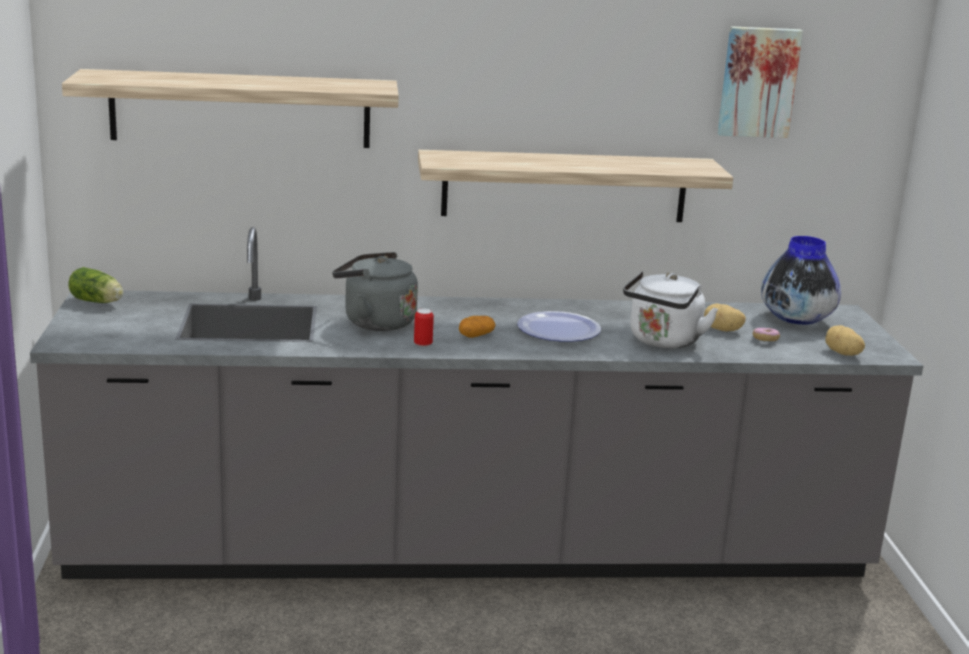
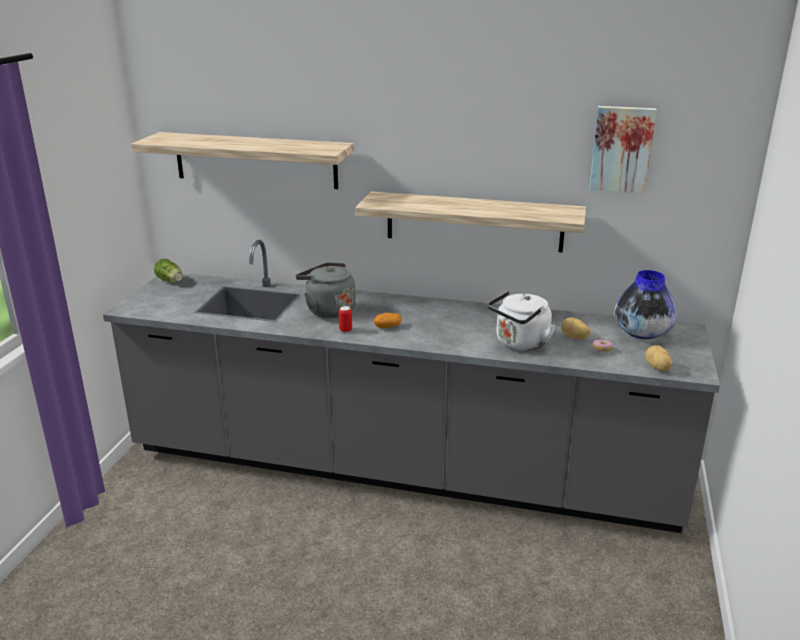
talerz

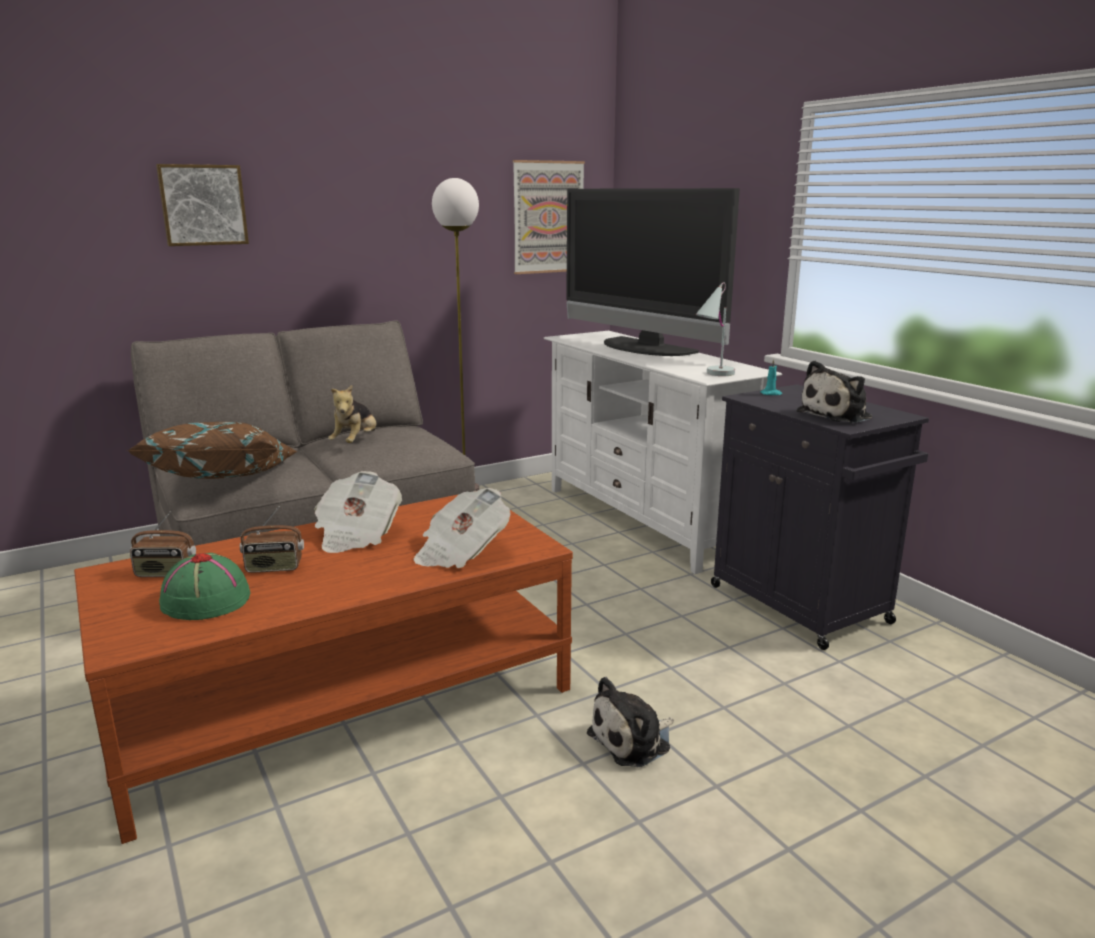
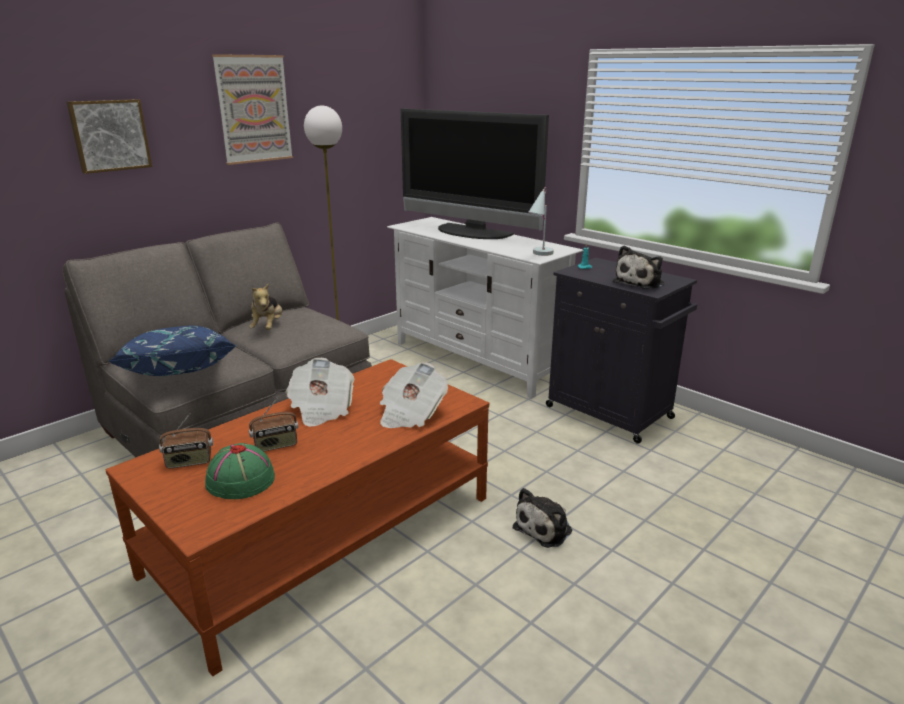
poduszka (niebieski); obraz (no. 2 from left)

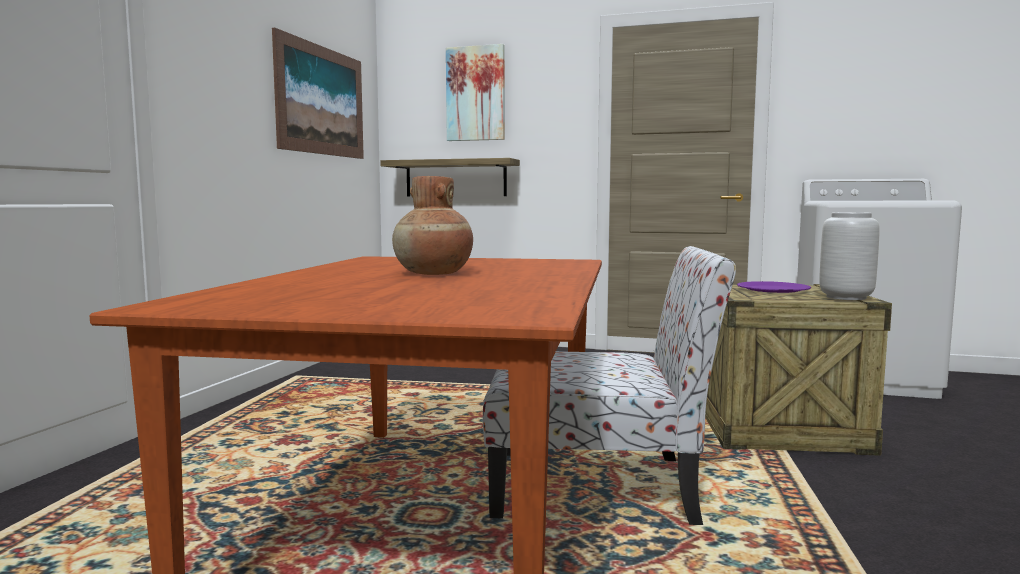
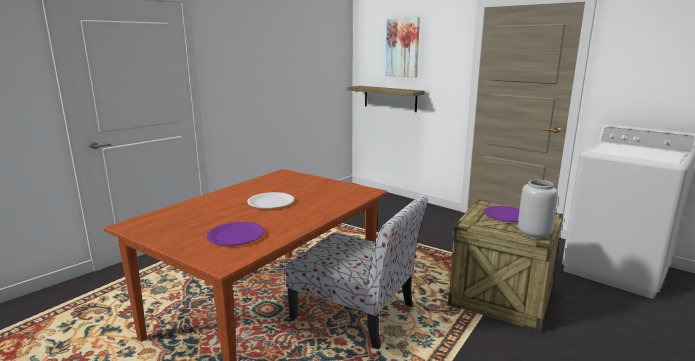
obraz (no. 1 from left in the first image); talerz (biały); talerz (fioletowy) (no. 1 from left)

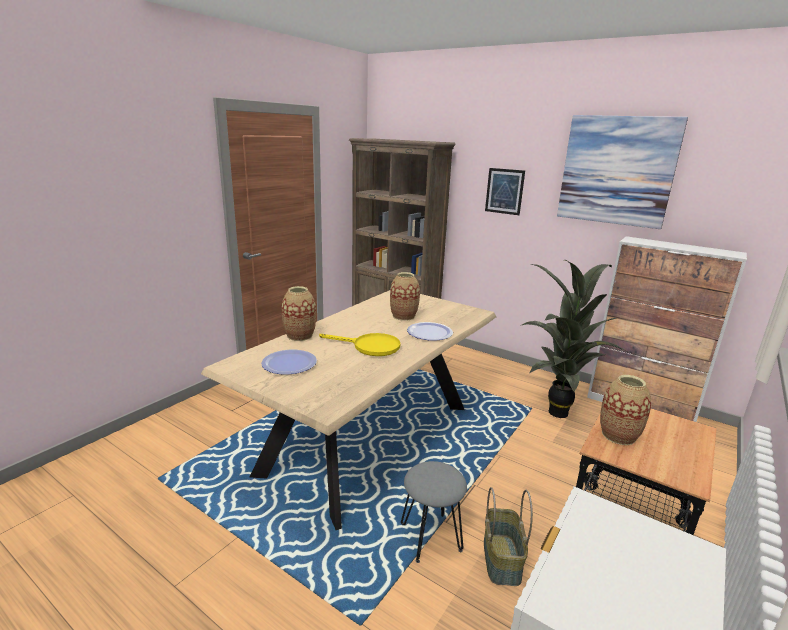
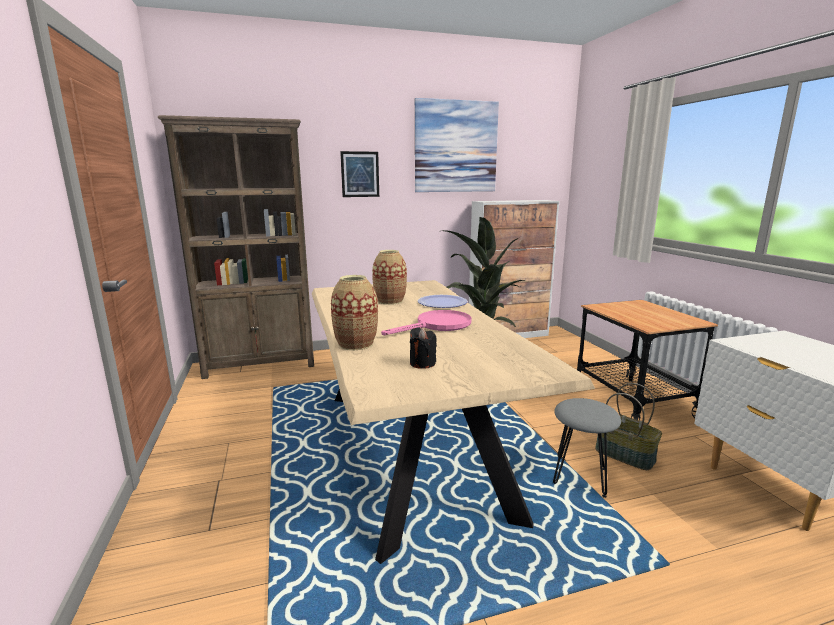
świeca (czarny); patelnia (różowy); wazon (no. 3 from left in the first image)

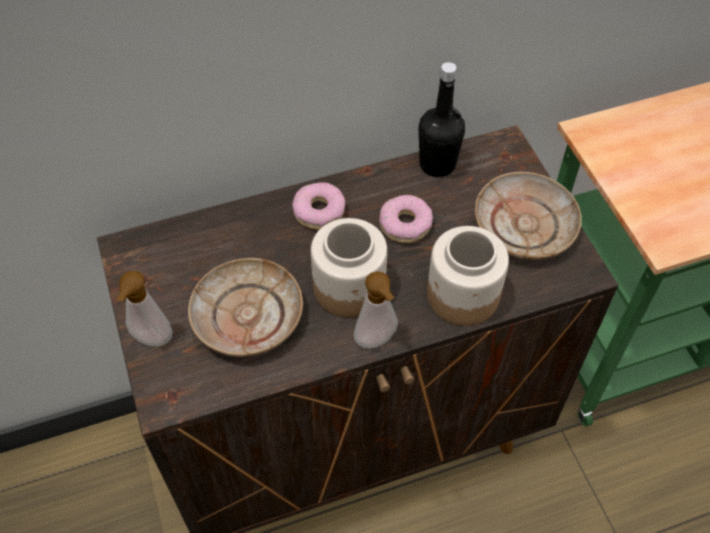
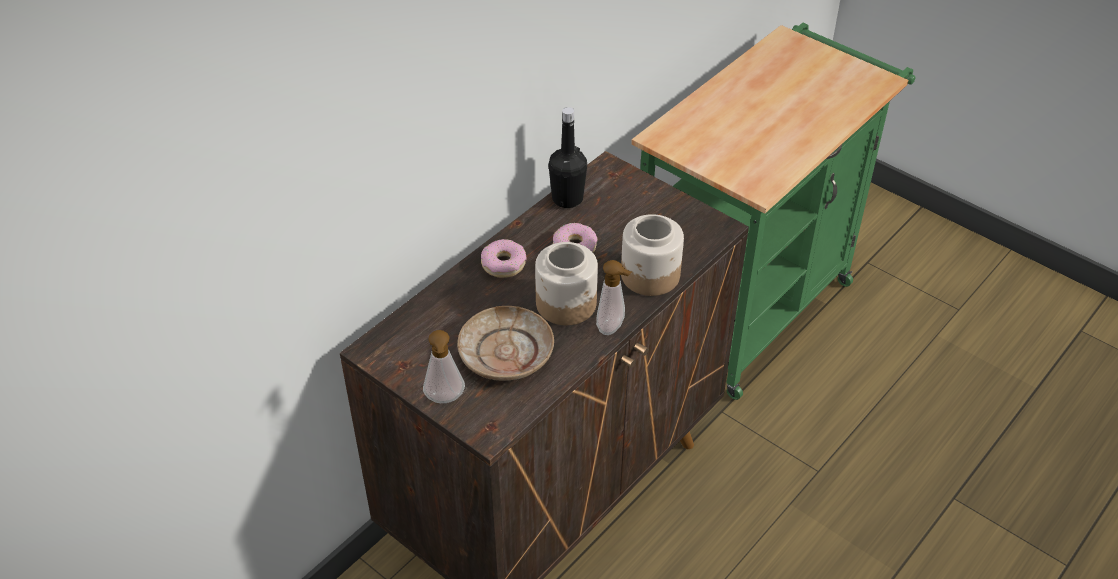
talerz (beżowy) (no. 2 from left in the first image)

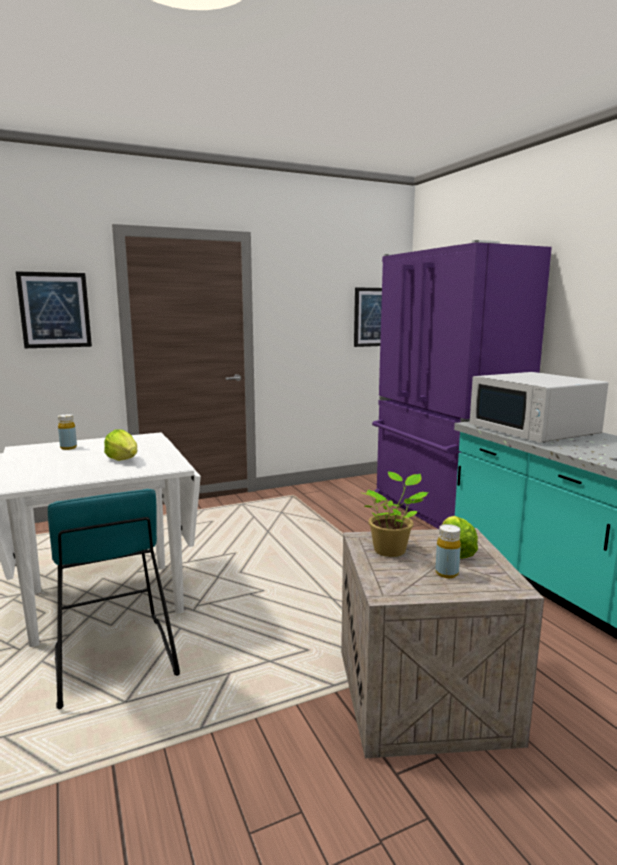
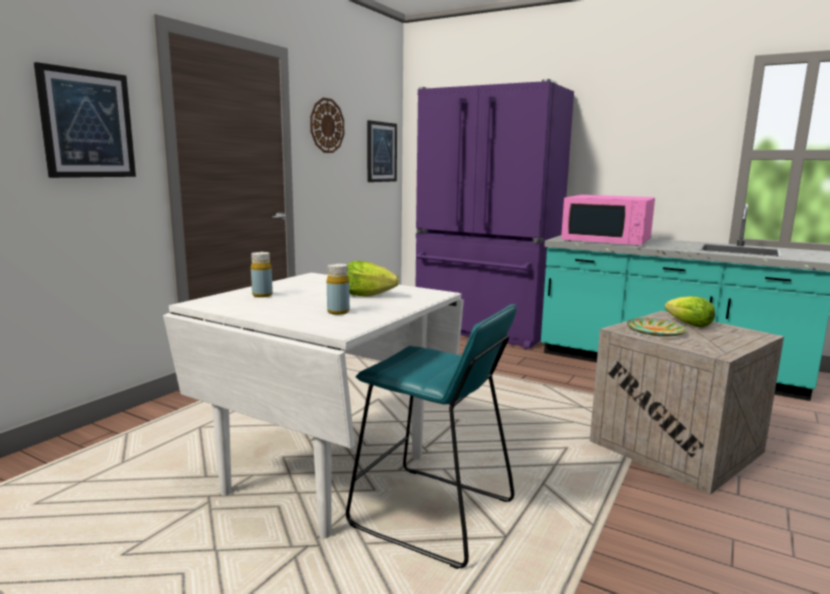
talerz; butelka (żółty) (no. 2 from left); mikrofalówka (różowy); zegar ścienny

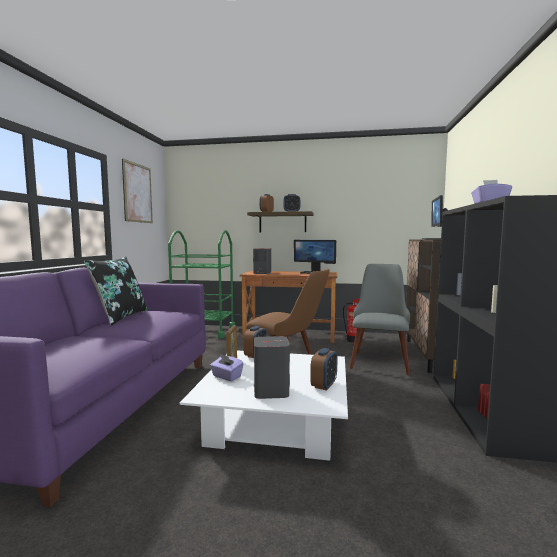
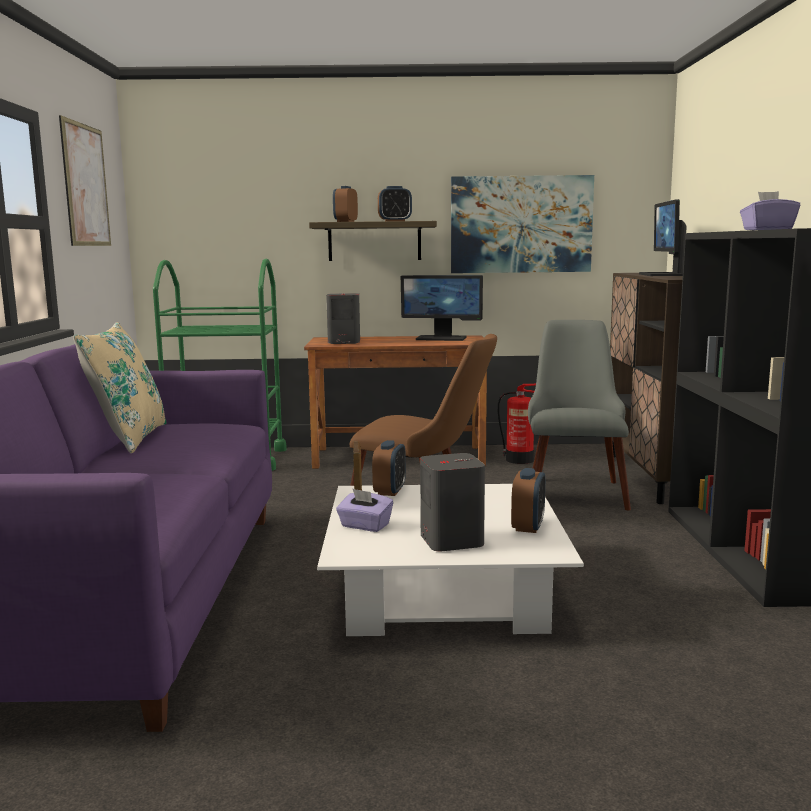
poduszka (beżowy); obraz (no. 2 from left)

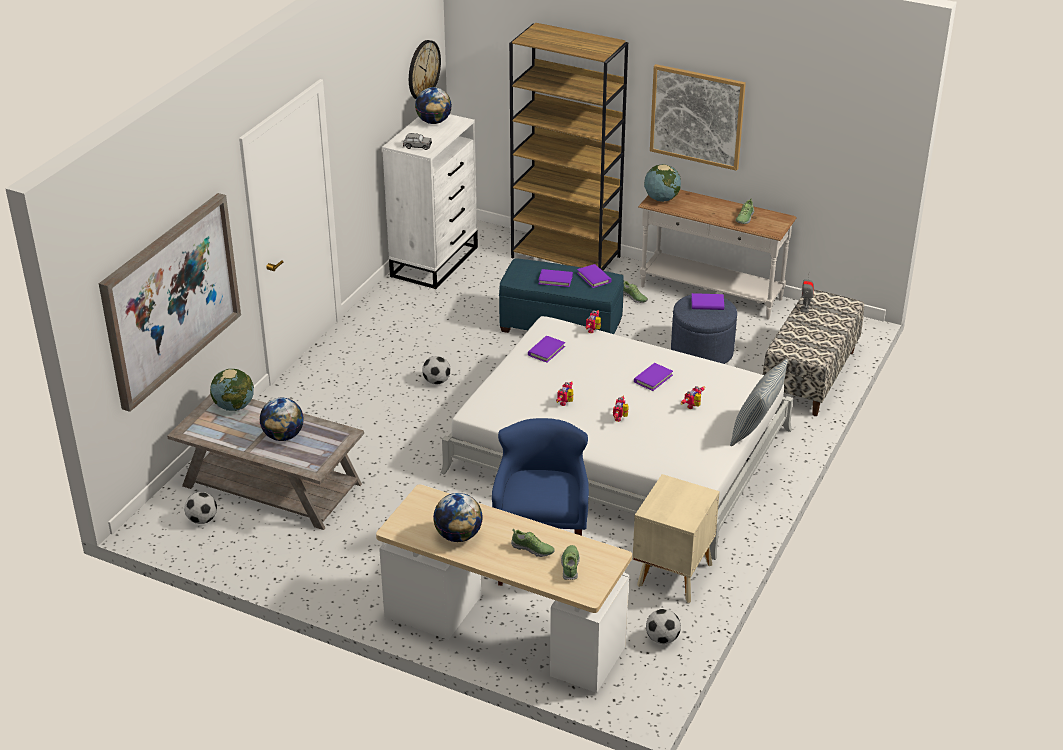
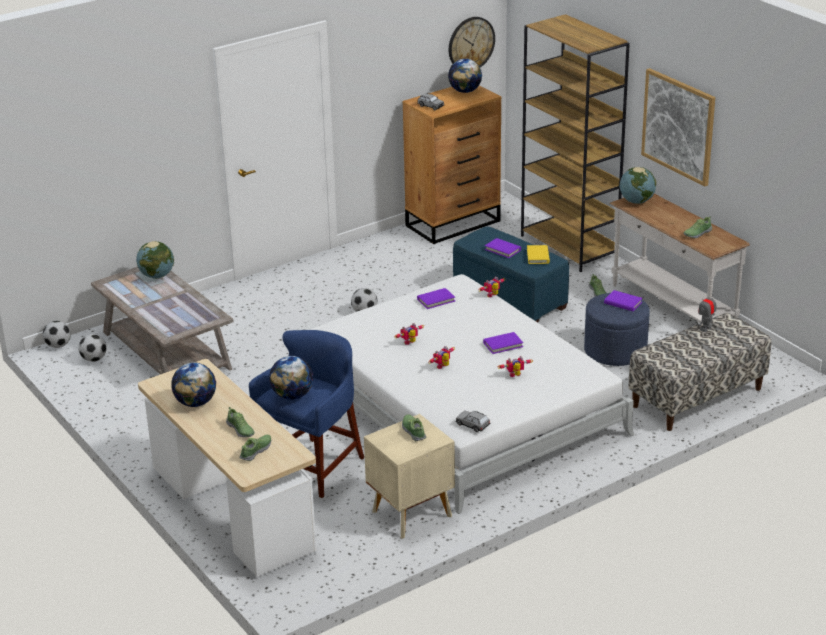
obraz (no. 1 from left in the first image); globus (no. 3 from left); komoda (brązowy); książka (żółty); piłka futbolowa (no. 1 from left); poduszka; but (no. 3 from left); samochodzik (szary) (no. 2 from left)

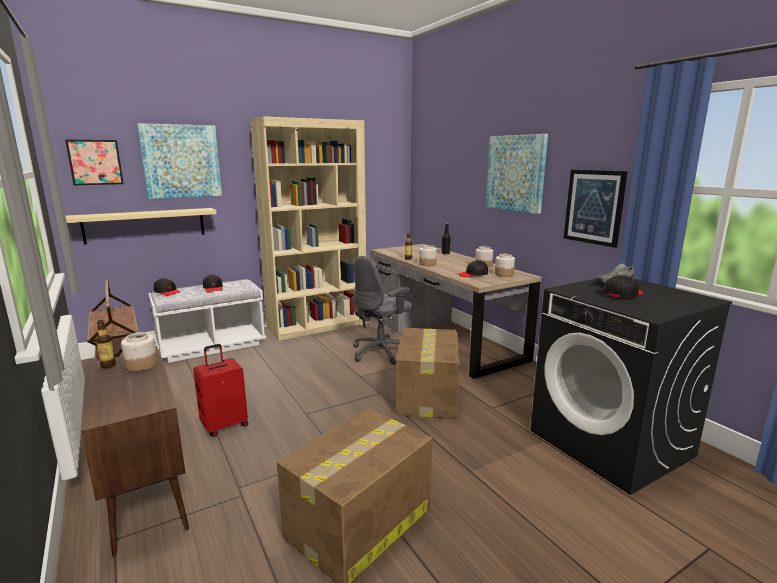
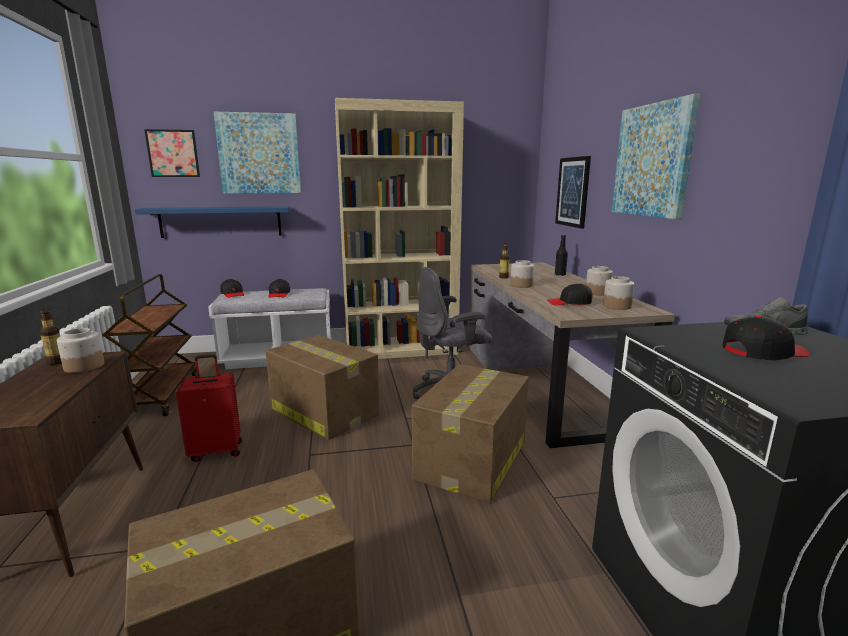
półka (niebieski); obraz (no. 3 from left); karton (no. 2 from left)

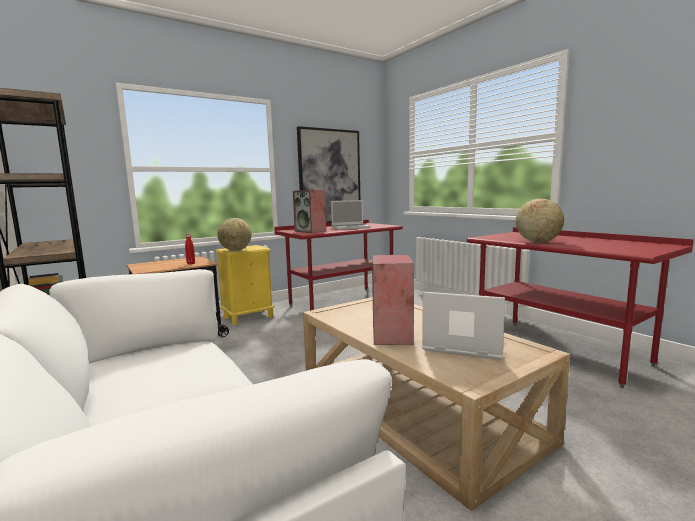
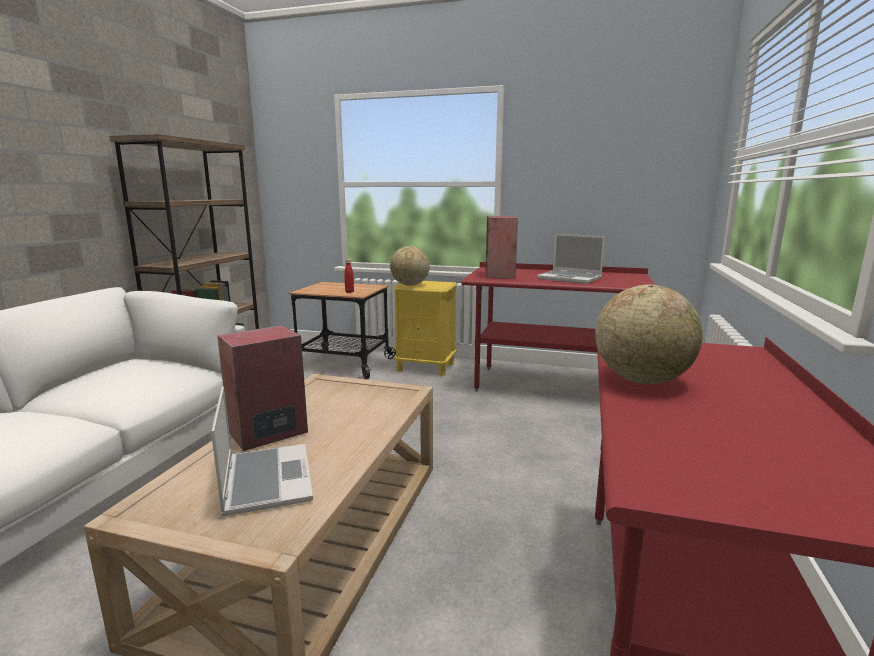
obraz

